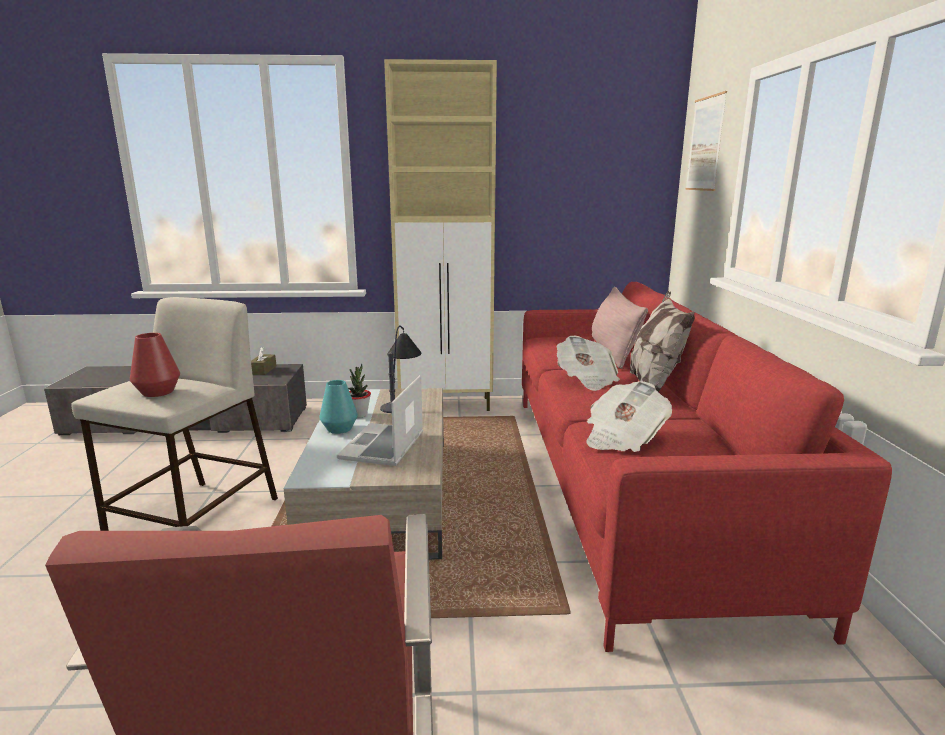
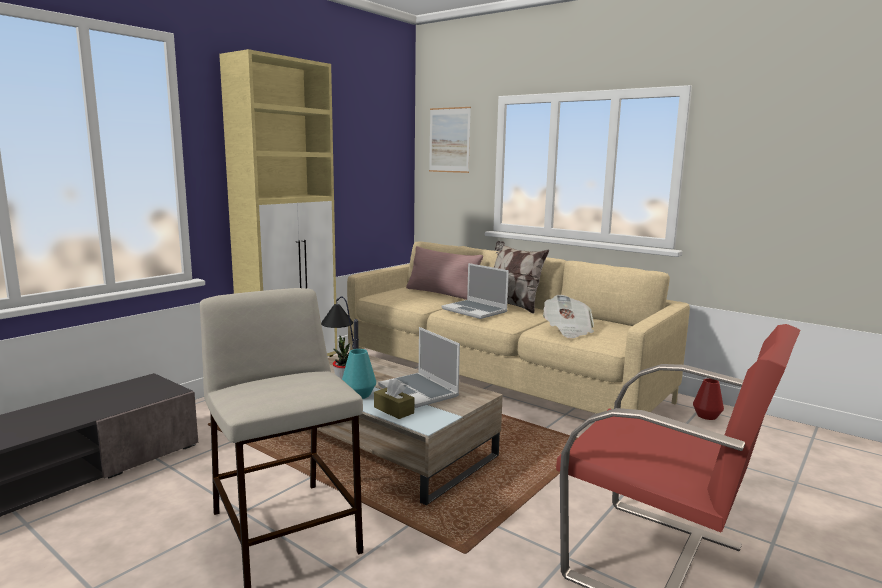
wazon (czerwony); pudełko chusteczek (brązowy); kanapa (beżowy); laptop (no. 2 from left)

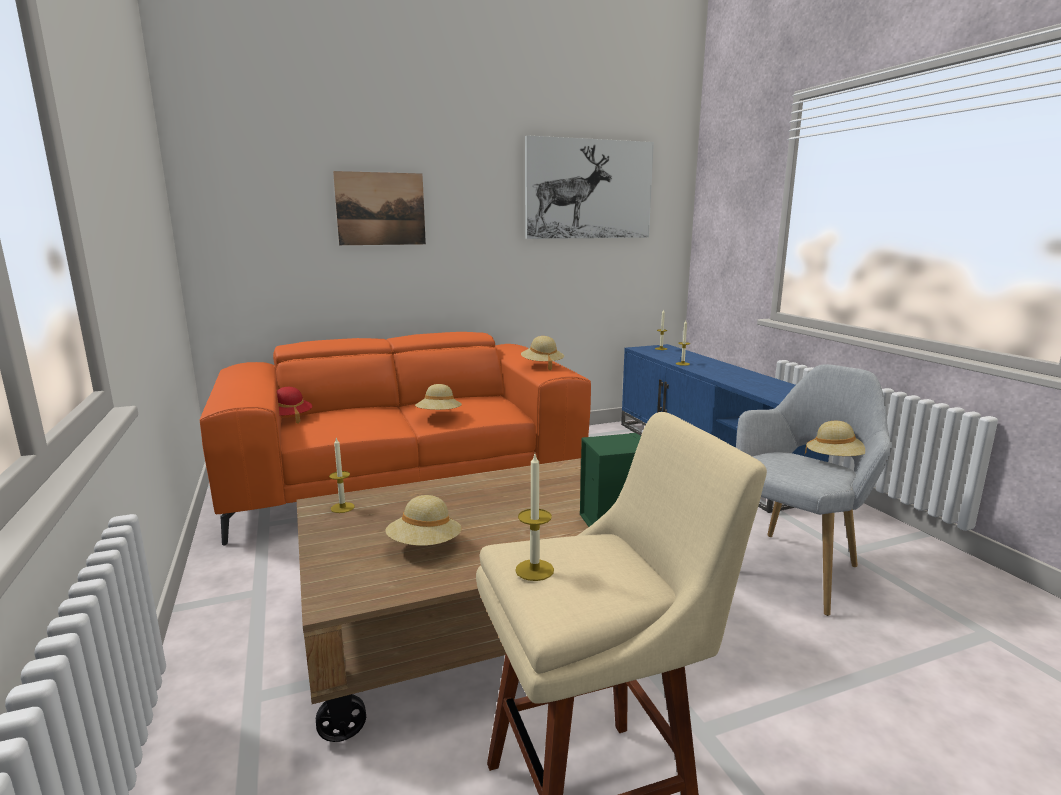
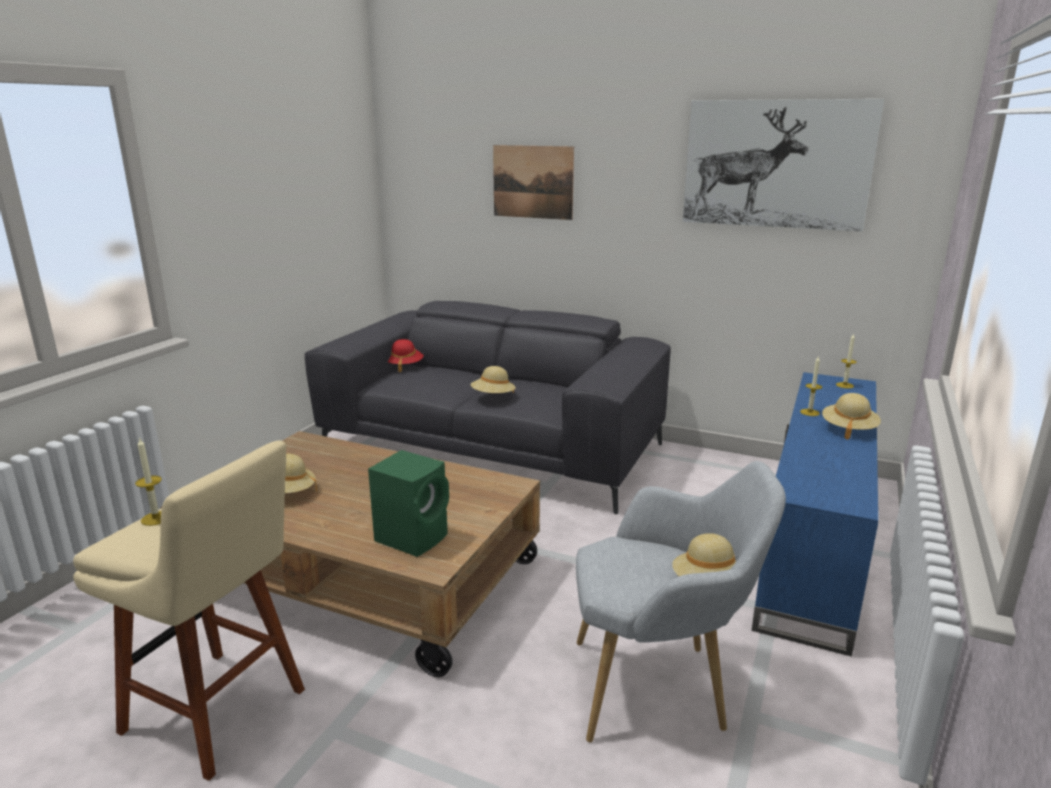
kanapa (szary); świeca (no. 1 from left in the first image); kapelusz (beżowy) (no. 4 from left)

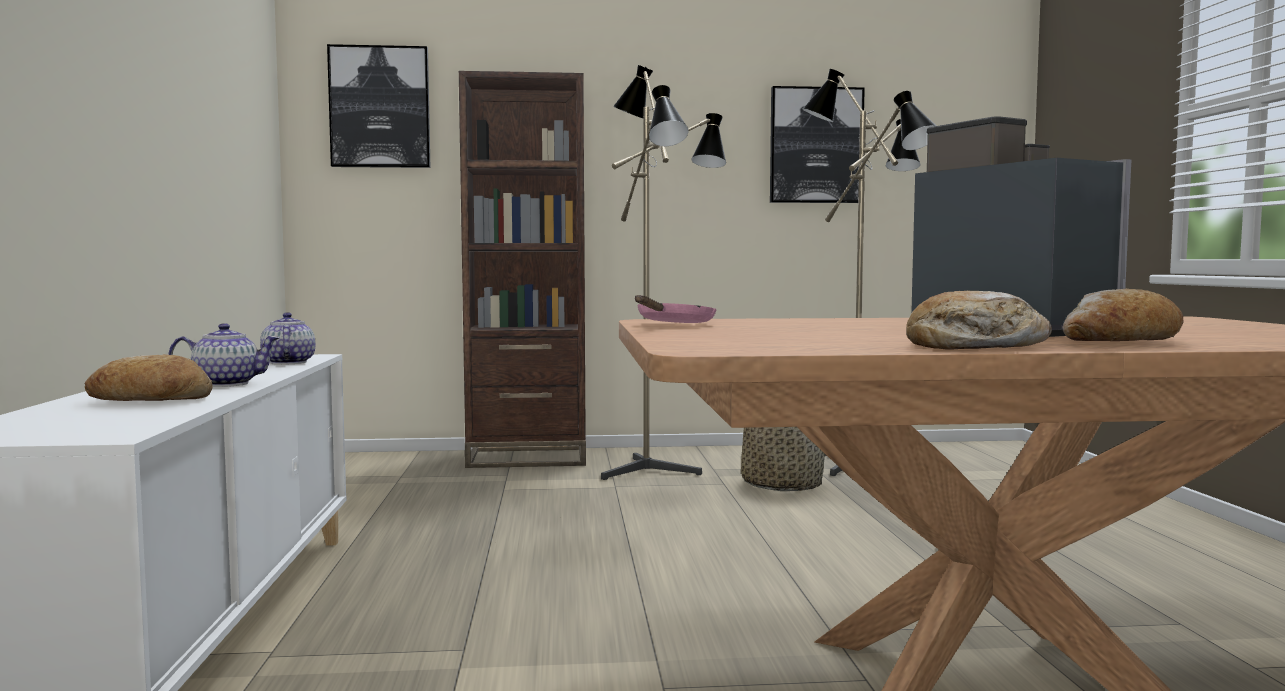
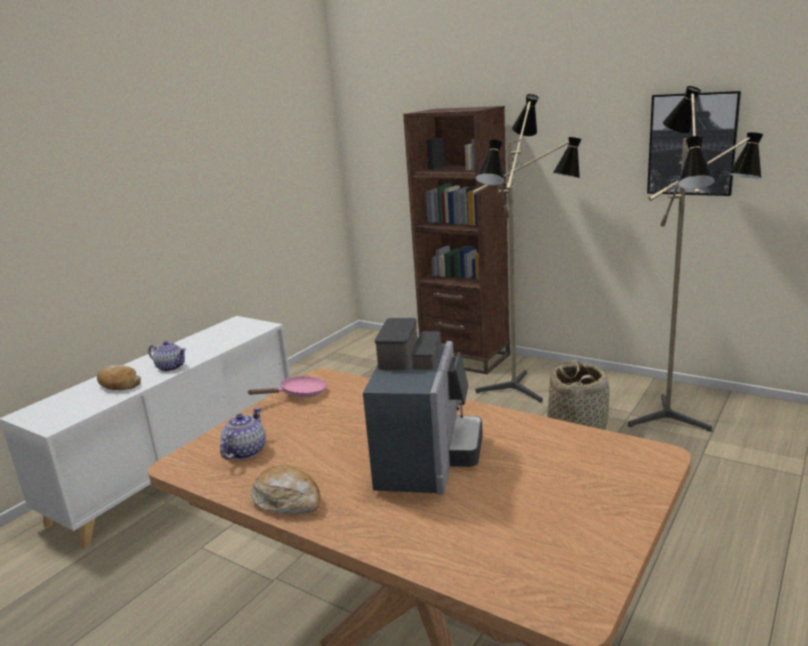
imbryk (no. 2 from left); obraz (no. 1 from left in the first image); chleb (no. 3 from left in the first image)

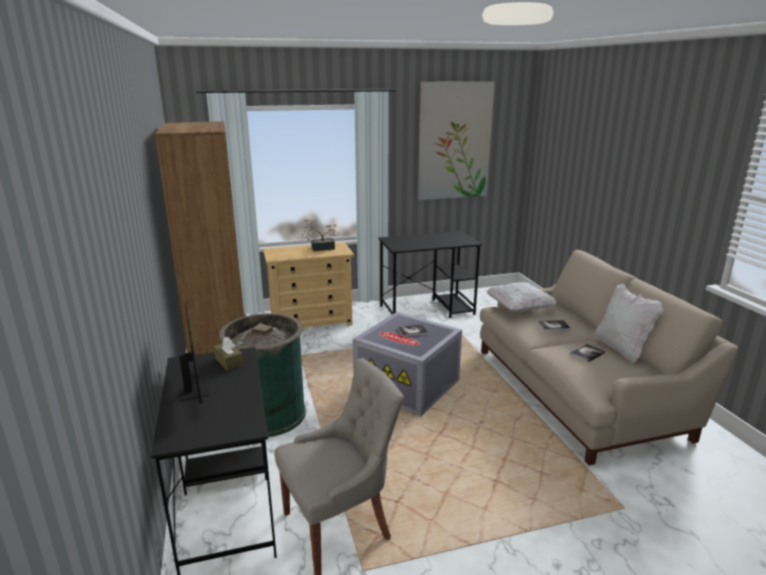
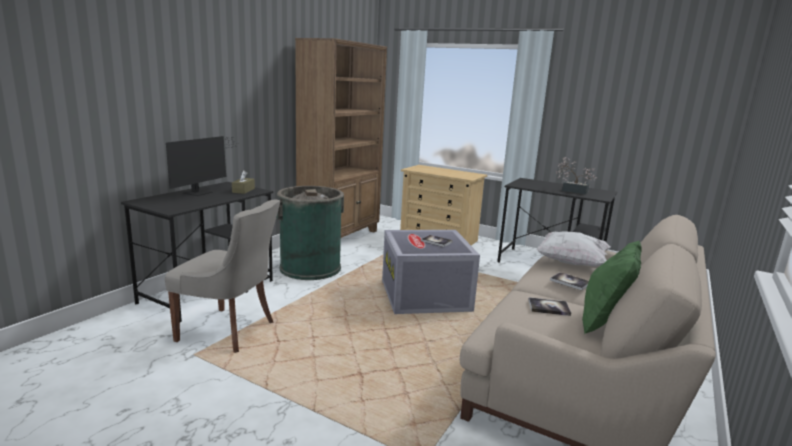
roślina doniczkowa; obraz; poduszka (zielony)

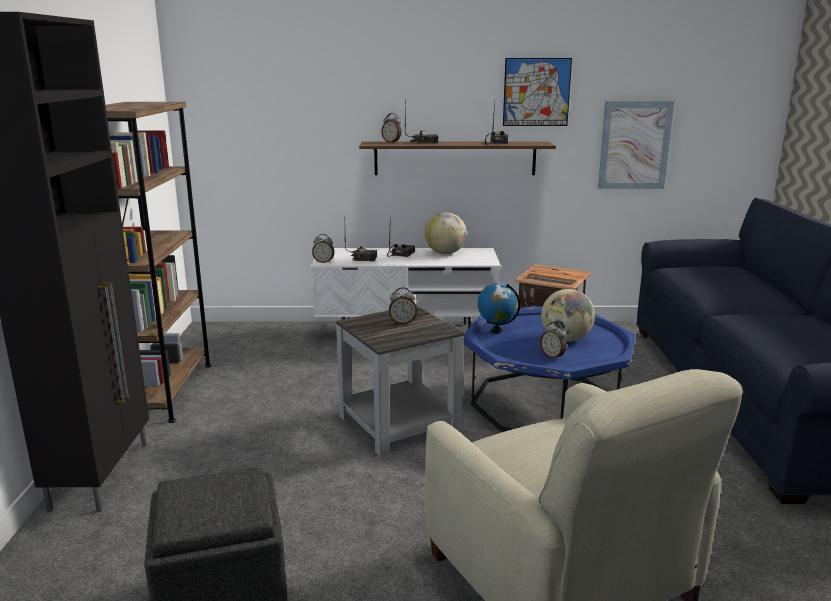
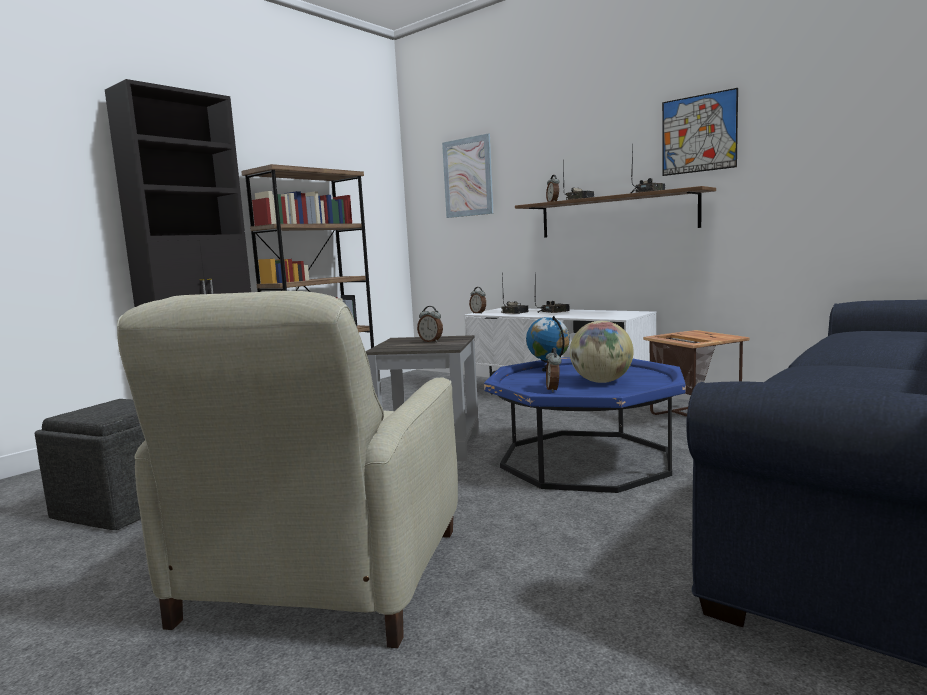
globus (no. 1 from left in the first image); obraz (no. 1 from left)

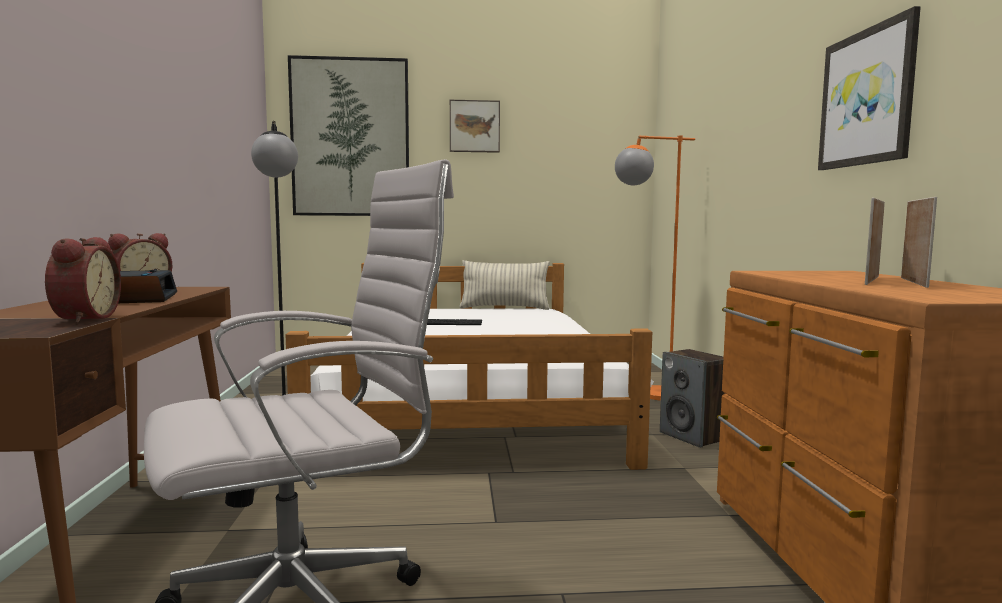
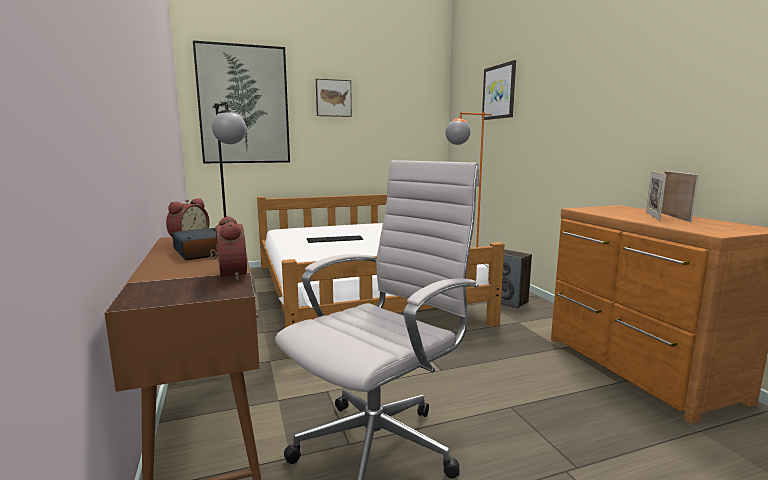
poduszka; obraz (no. 3 from left)

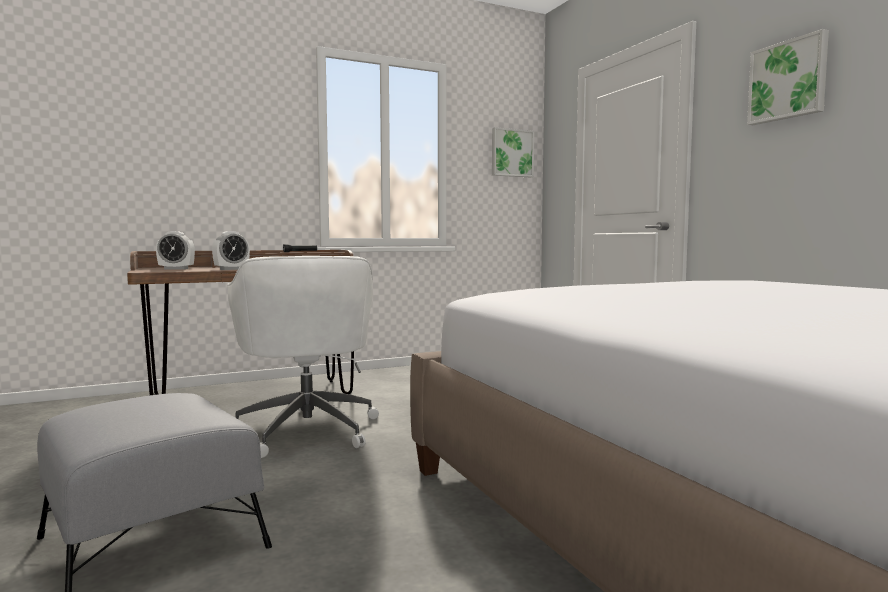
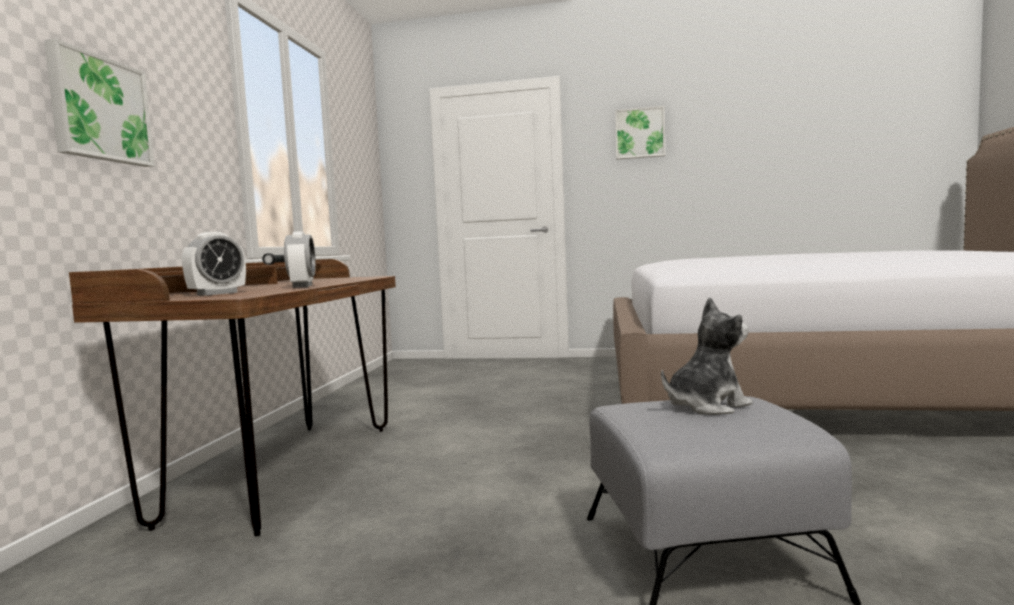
krzesło biurowe (biały); obraz (no. 1 from left); pluszak

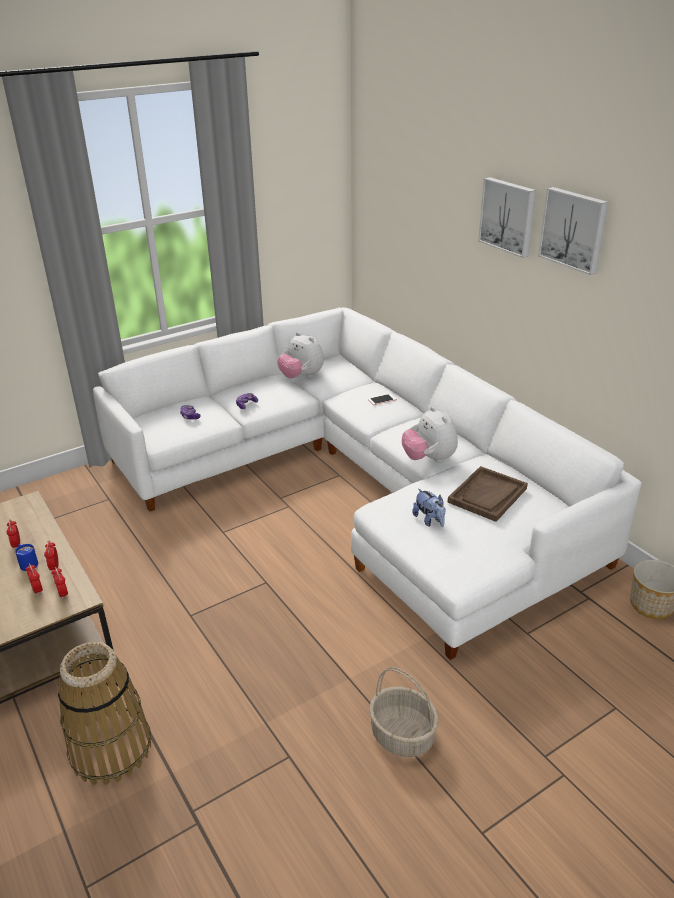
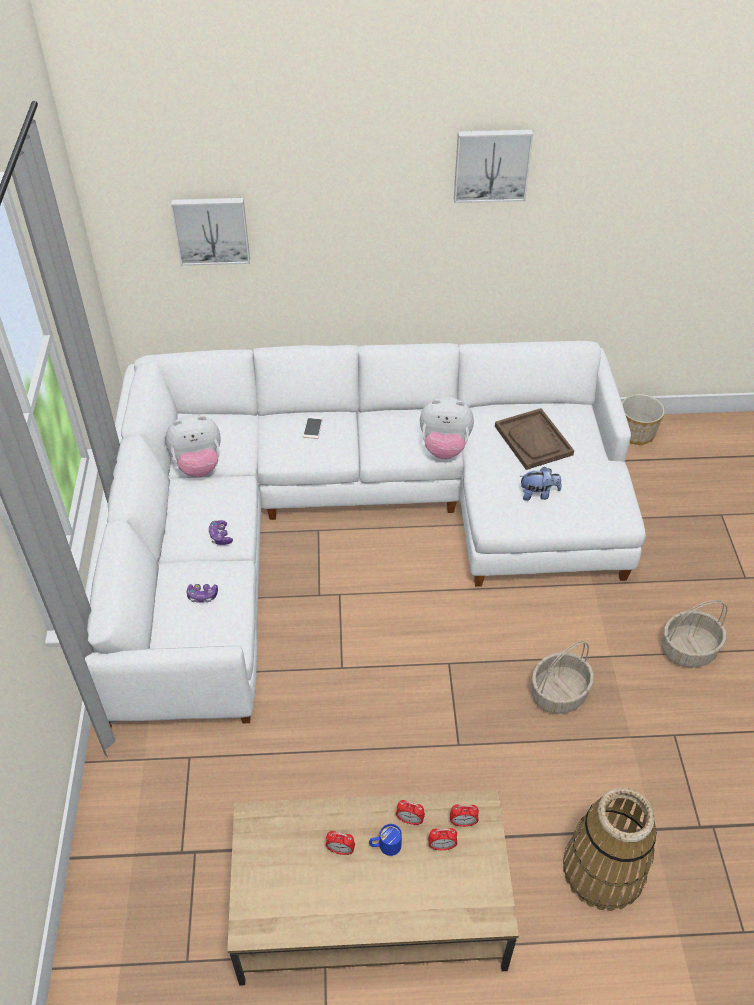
obraz (no. 1 from left); koszyk (no. 1 from left)

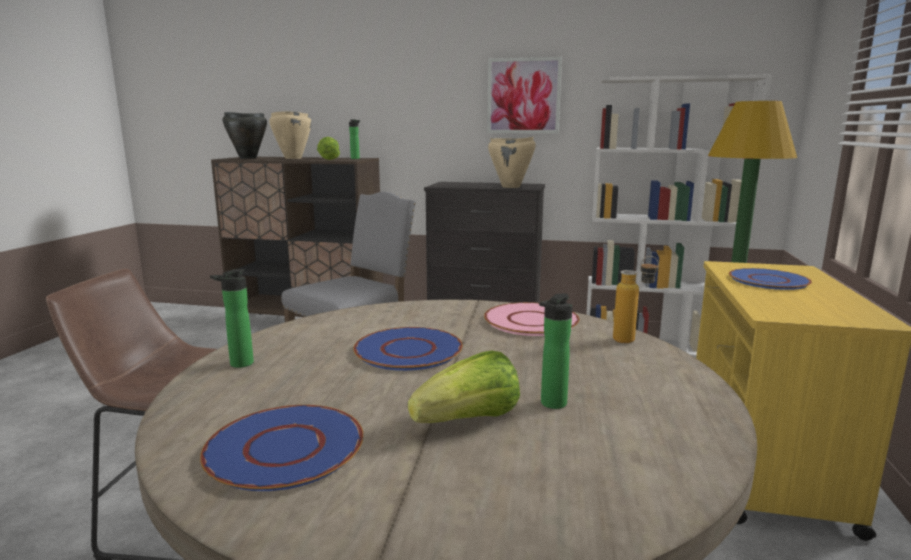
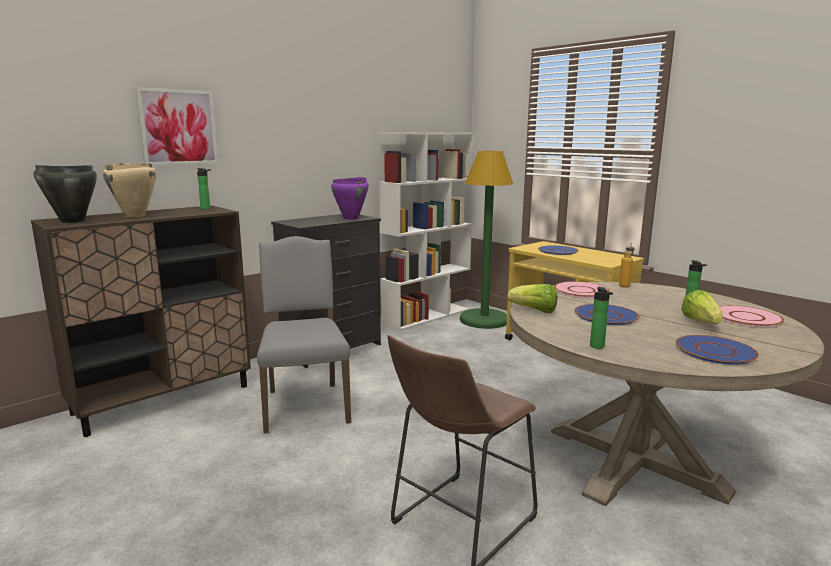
sałata (no. 1 from left); obraz; garnek (fioletowy); talerz (różowy) (no. 2 from left)

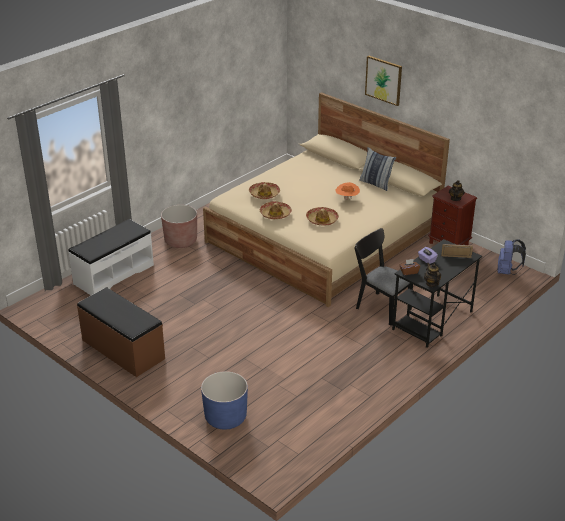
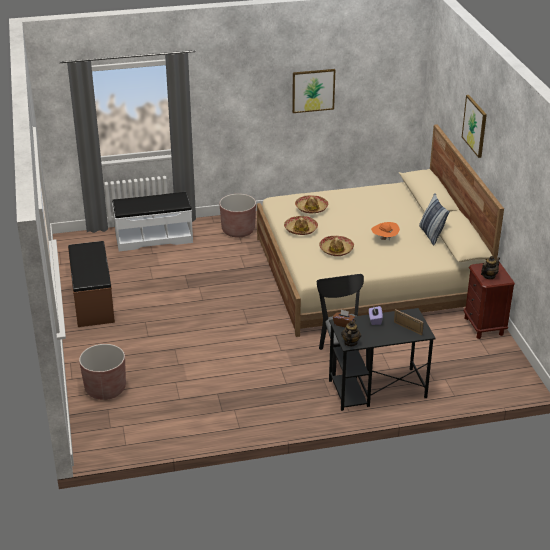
donica (brązowy) (no. 1 from left); plecak (niebieski); obraz (no. 1 from left)

